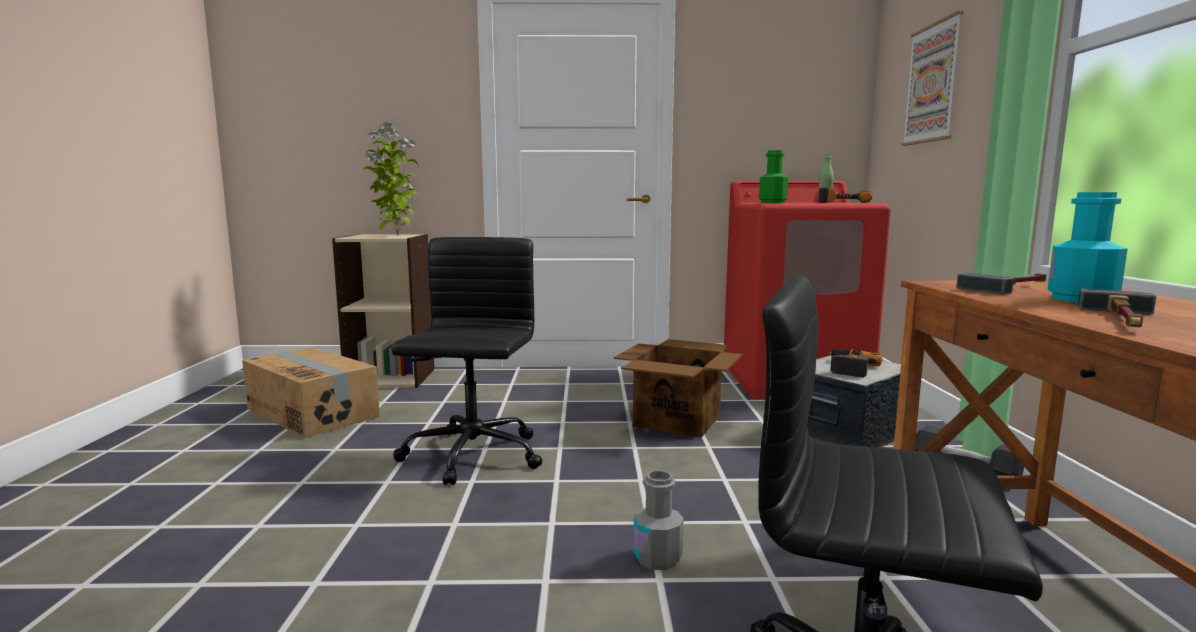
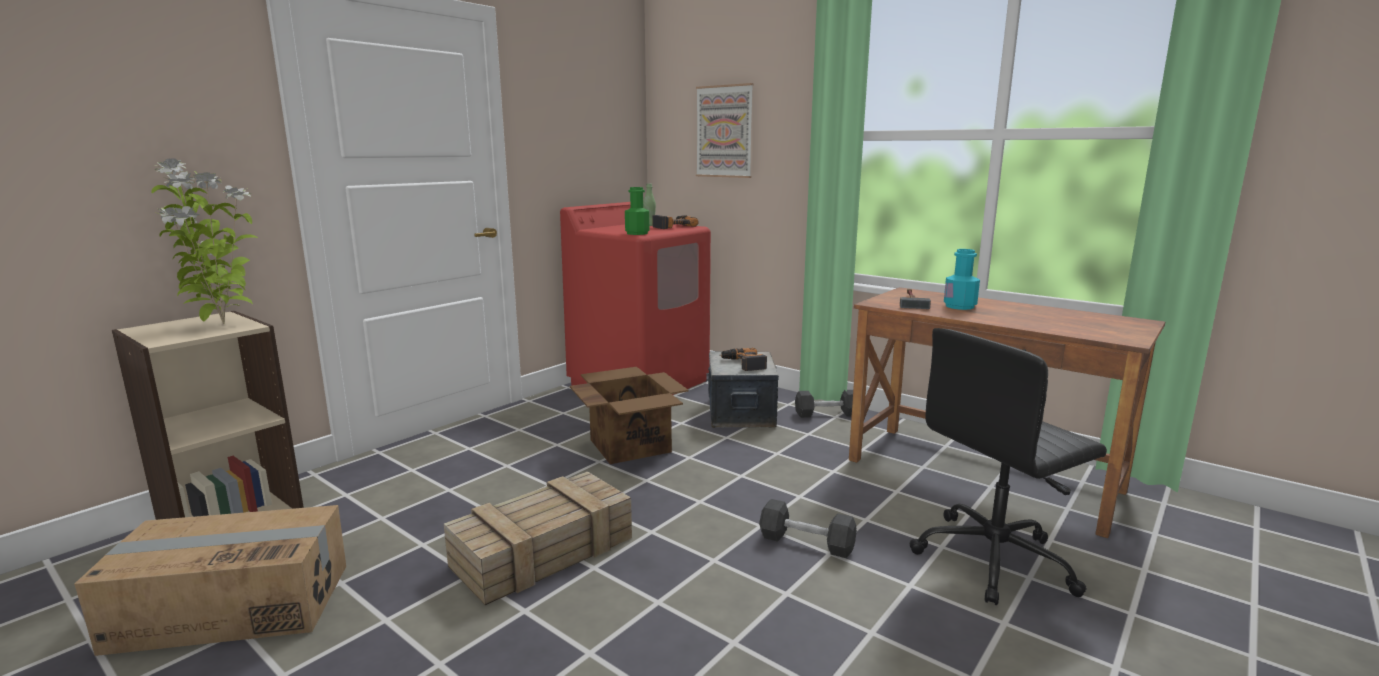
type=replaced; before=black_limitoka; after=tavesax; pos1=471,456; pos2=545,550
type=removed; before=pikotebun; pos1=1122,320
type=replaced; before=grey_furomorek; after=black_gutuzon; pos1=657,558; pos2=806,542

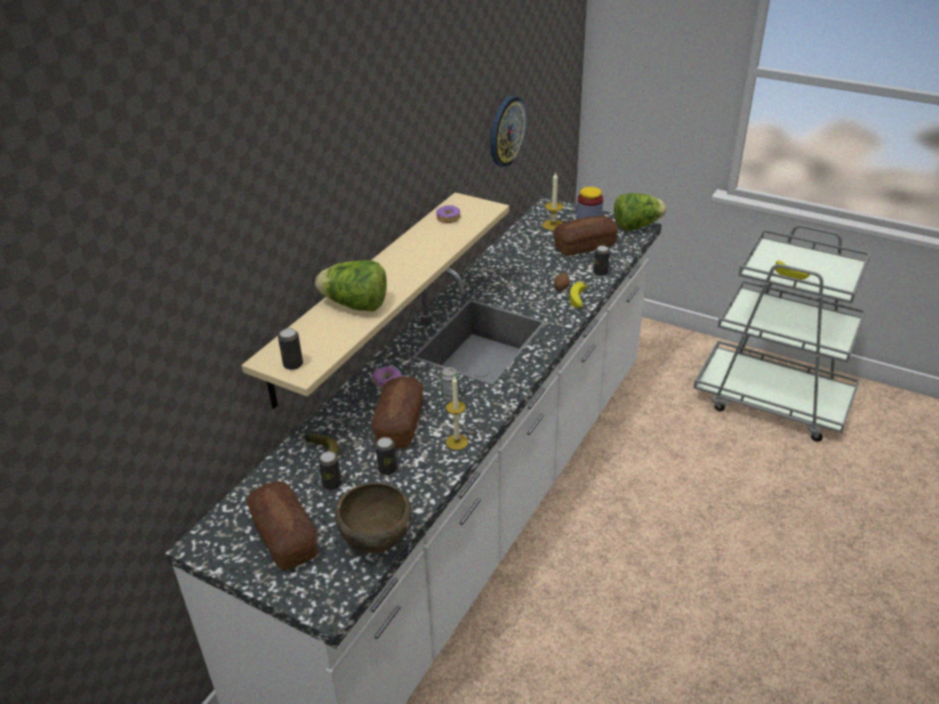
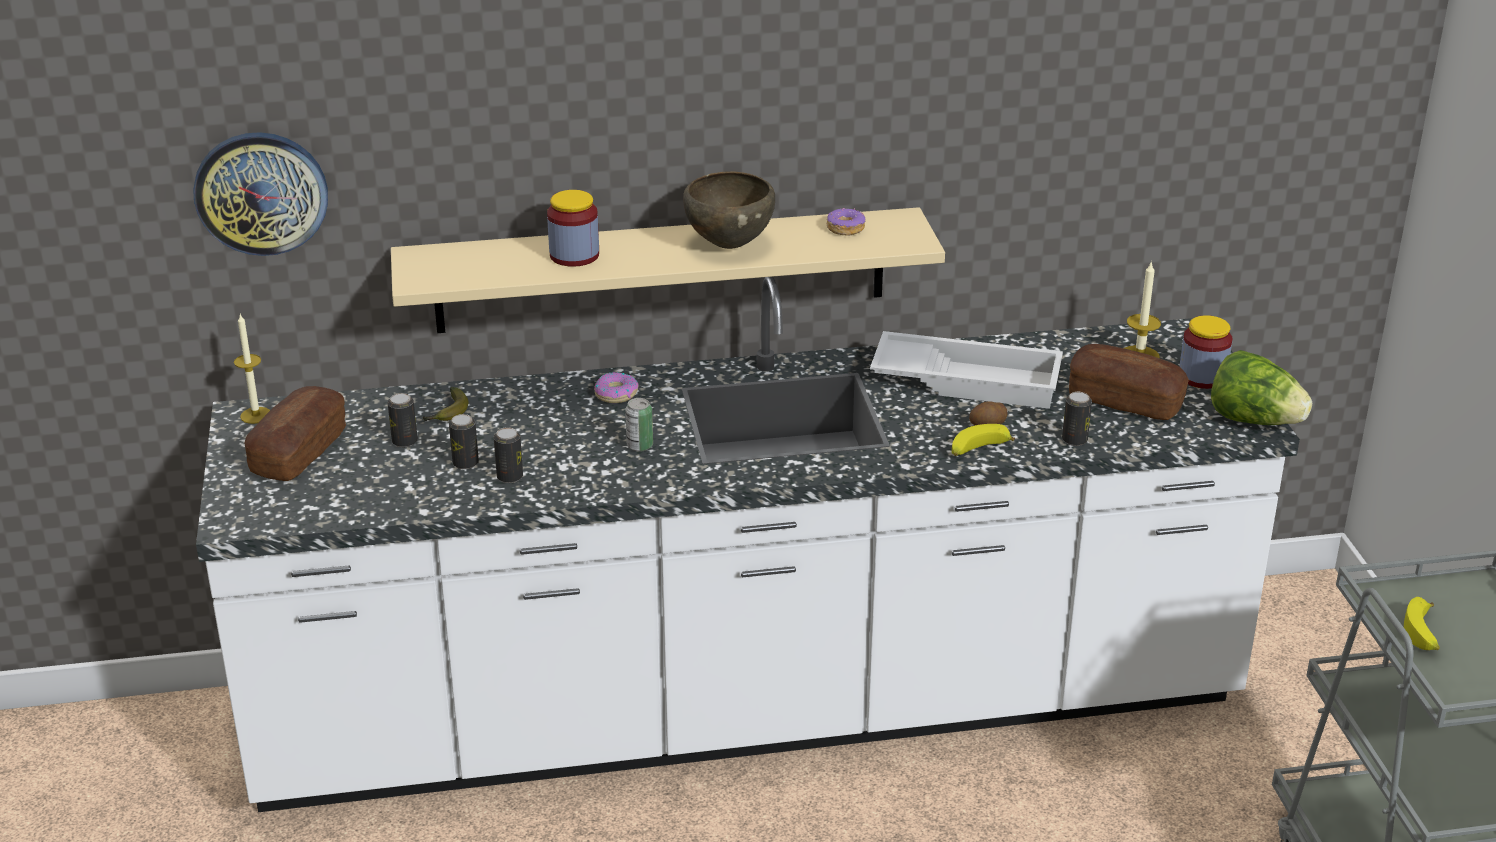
type=moved; before=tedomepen; pos1=506,131; pos2=261,192
type=replaced; before=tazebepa; after=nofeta; pos1=355,305; pos2=574,255
type=moved; before=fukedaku; pos1=293,364; pos2=510,477
type=moved; before=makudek; pos1=457,442; pos2=256,415
type=removed; before=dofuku; pos1=399,424
type=moved; before=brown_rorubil; pos1=376,542; pos2=729,245
type=added; after=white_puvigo; pos2=968,379

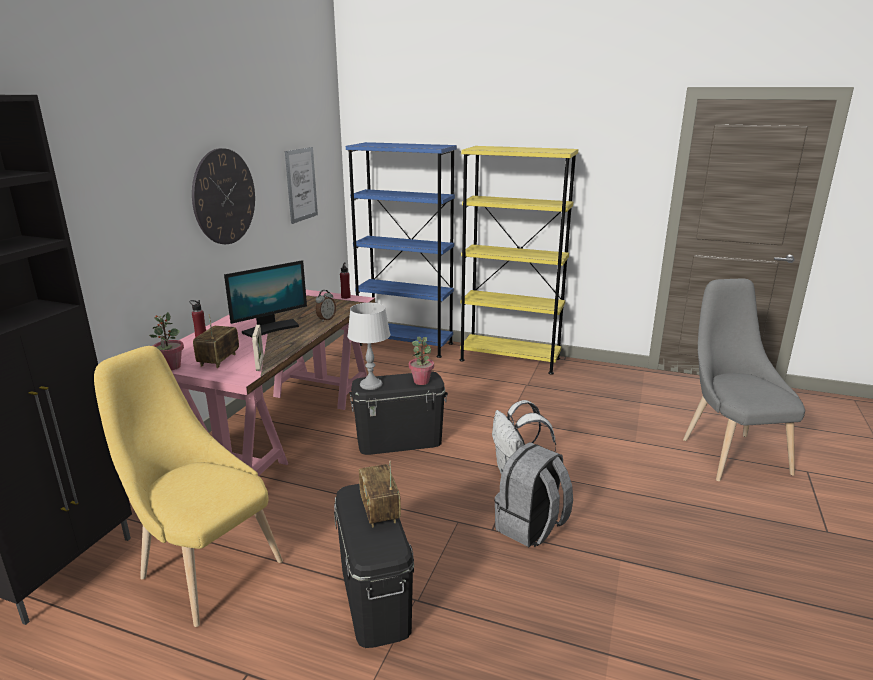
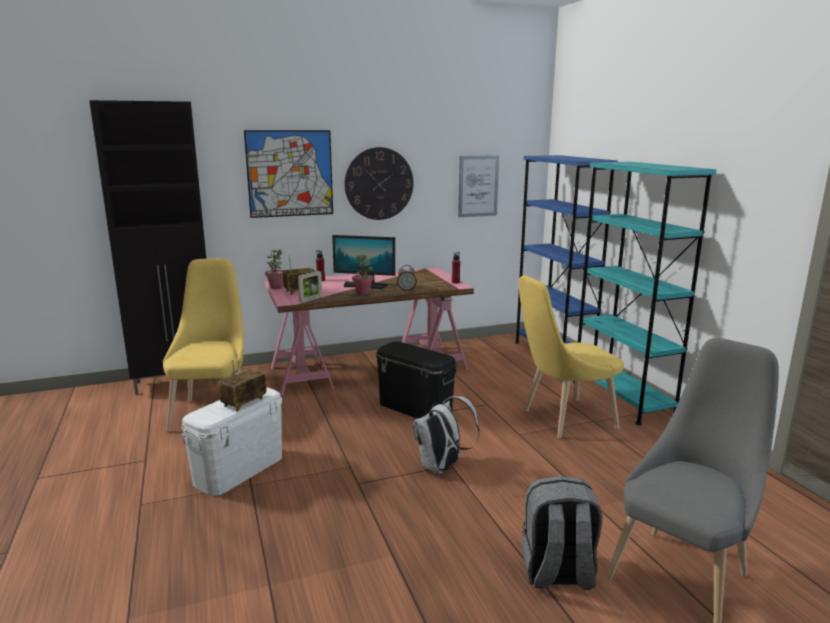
type=recoloured; before=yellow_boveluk; after=turquoise_boveluk; pos1=510,359; pos2=622,398
type=removed; before=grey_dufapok; pos1=370,385
type=moved; before=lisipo; pos1=421,381; pos2=363,292
type=moved; before=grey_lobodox; pos1=531,527; pos2=557,573
type=recoloured; before=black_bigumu; after=white_bigumu; pos1=375,597; pos2=239,470
type=added; after=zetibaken; pos2=290,173
type=added; after=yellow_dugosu; pos2=563,420

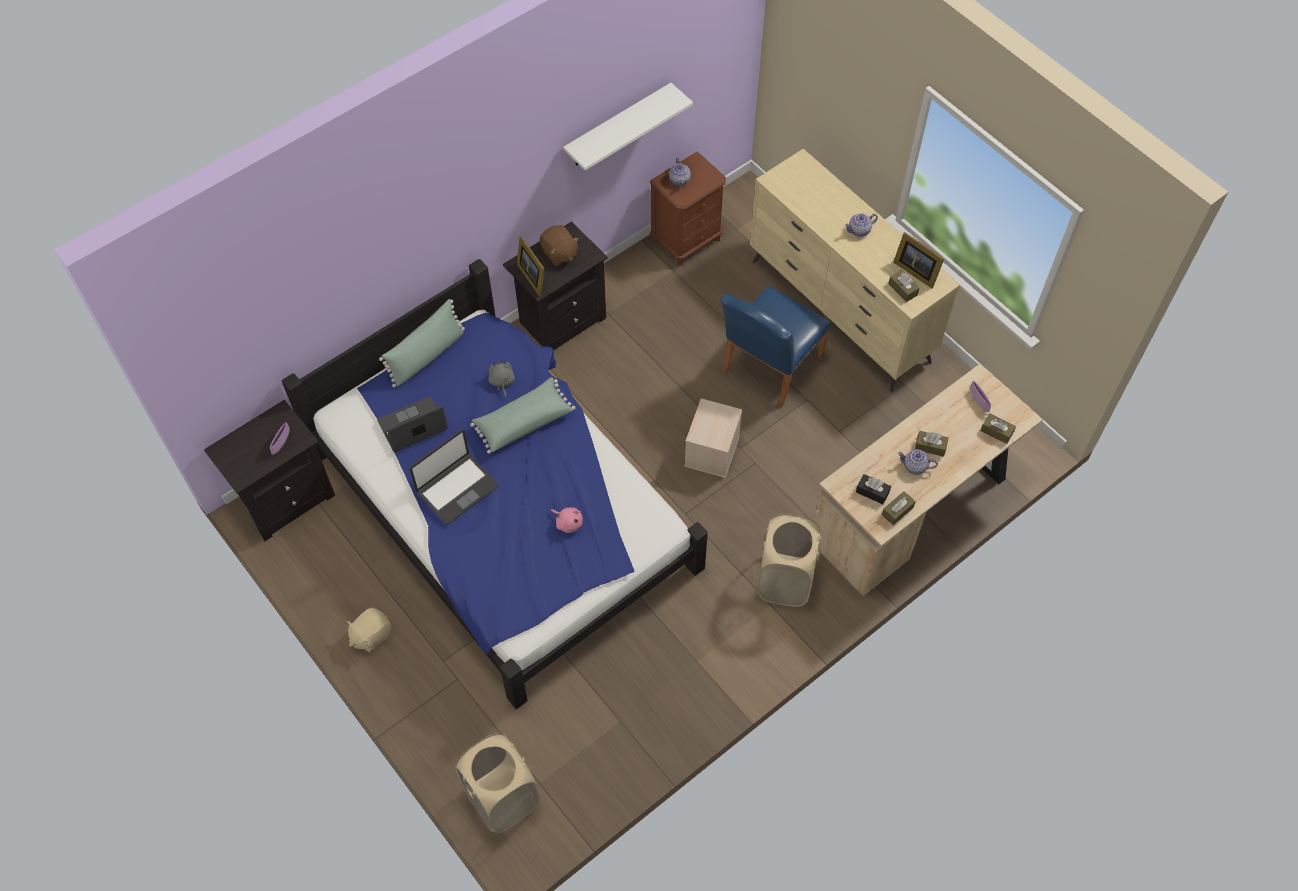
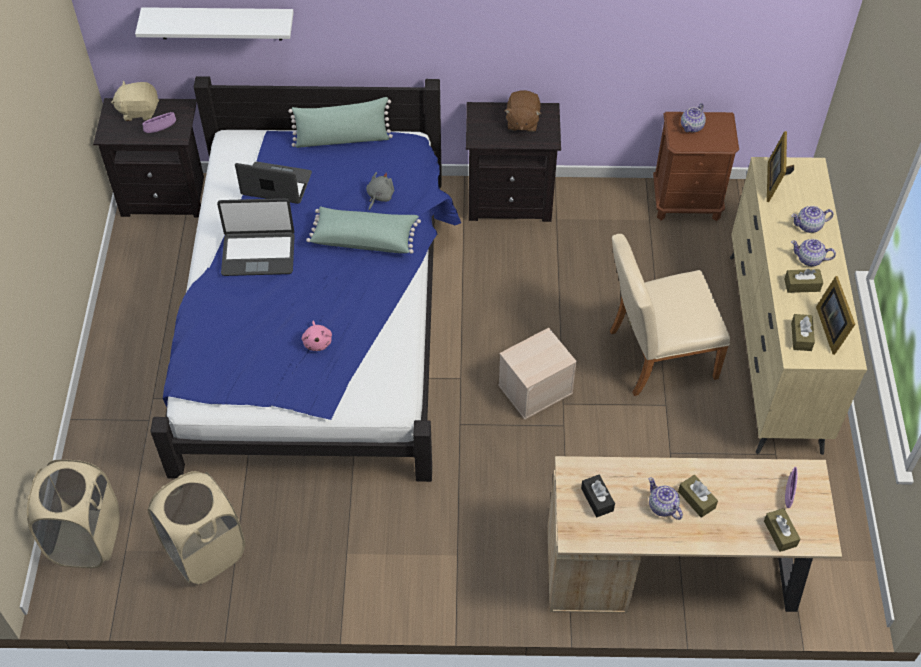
type=moved; before=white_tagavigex; pos1=618,126; pos2=220,23
type=moved; before=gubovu; pos1=533,276; pos2=775,181
type=recoloured; before=blue_dugosu; after=beige_dugosu; pos1=768,369; pos2=655,355
type=moved; before=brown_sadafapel; pos1=897,511; pos2=802,285
type=moved; before=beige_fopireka; pos1=784,580; pos2=205,551
type=moved; before=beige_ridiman; pos1=371,635; pos2=139,111
type=added; after=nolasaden; pos2=809,226

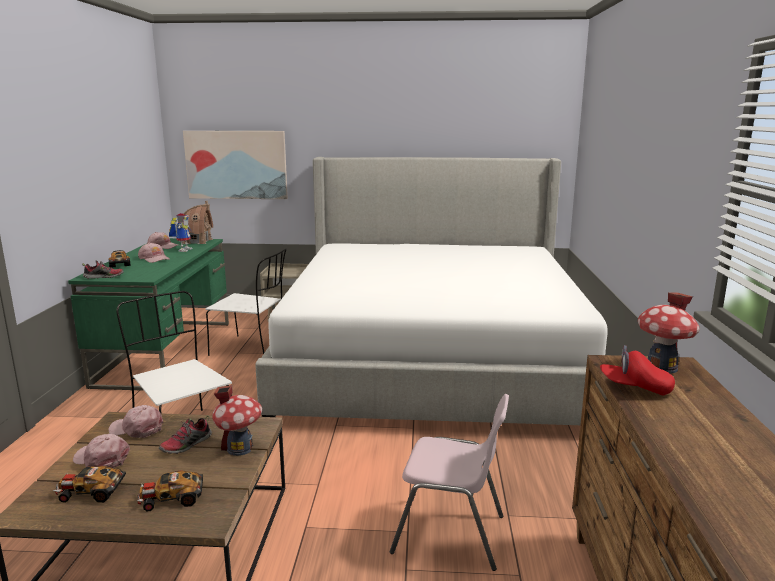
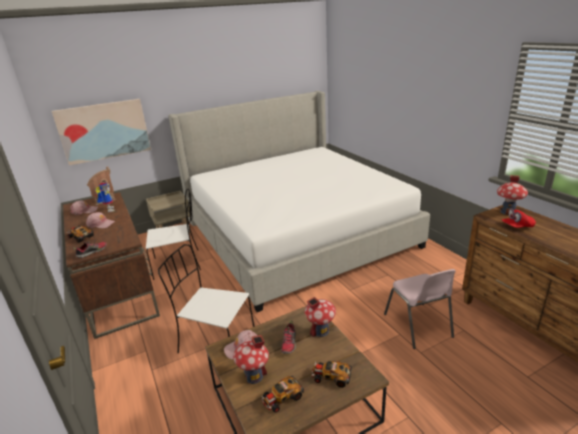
type=recoloured; before=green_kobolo; after=brown_kobolo; pos1=167,352; pos2=118,288
type=turned; before=pink_dugosu; pos1=450,534; pos2=418,326; turn=90
type=replaced; before=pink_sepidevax; after=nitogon; pos1=101,459; pos2=254,376
type=turned; before=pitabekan; pos1=171,498; pos2=331,376; turn=60

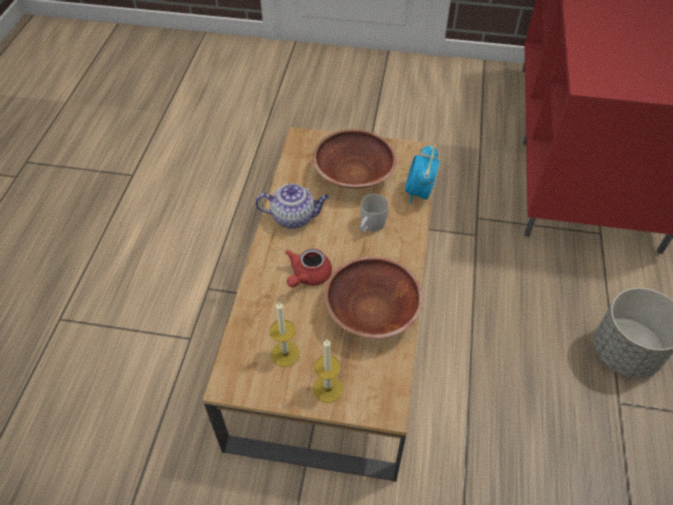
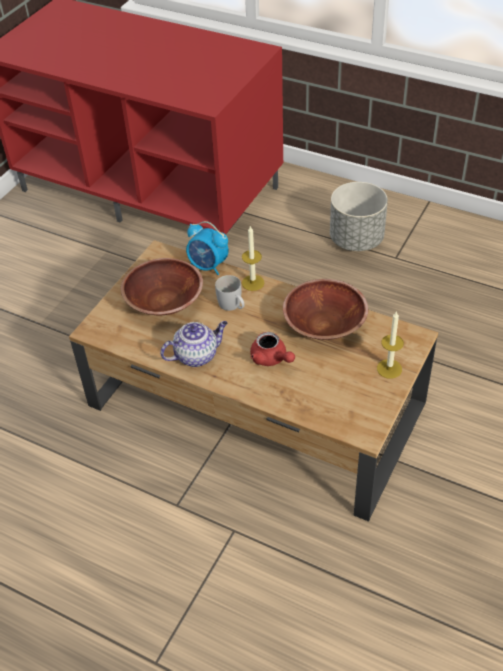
type=turned; before=nolasaden; pos1=294,217; pos2=197,355; turn=45
type=moved; before=makudek; pos1=285,354; pos2=253,283

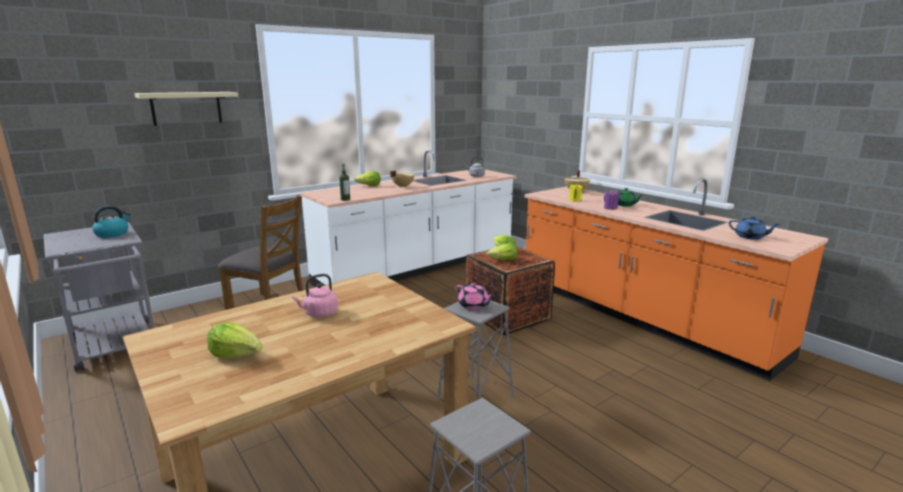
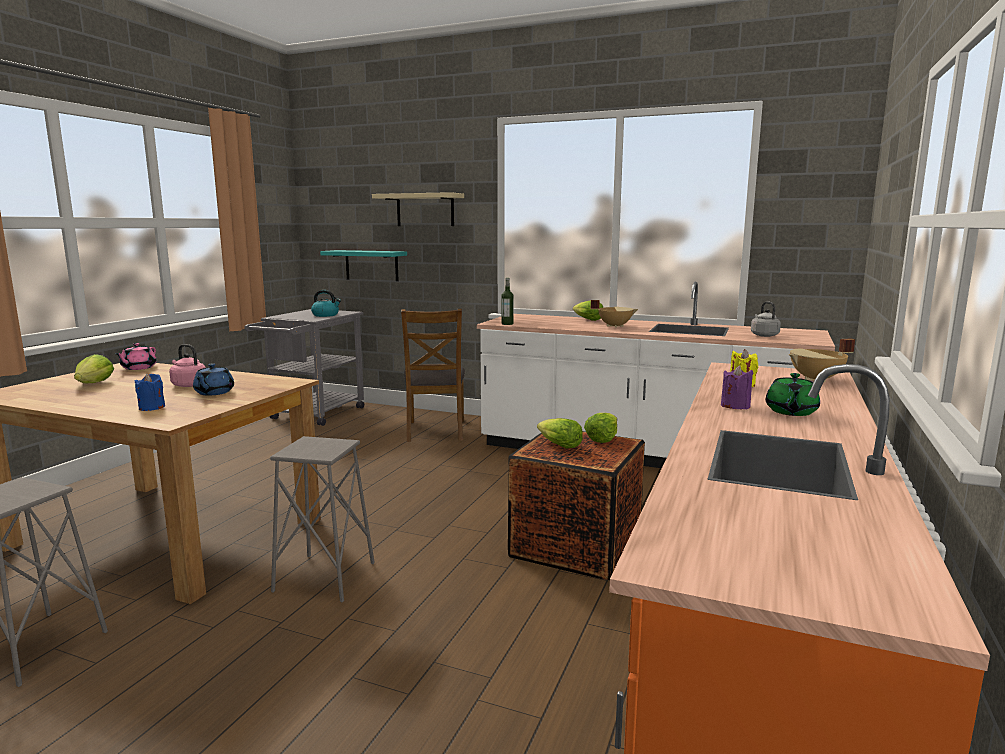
type=moved; before=blue_nolasaden; pos1=750,237; pos2=213,393
type=moved; before=pink_nolasaden; pos1=473,306; pos2=138,368
type=added; after=turquoise_tagavigex; pos2=371,265
type=added; after=blue_makudek; pos2=152,408

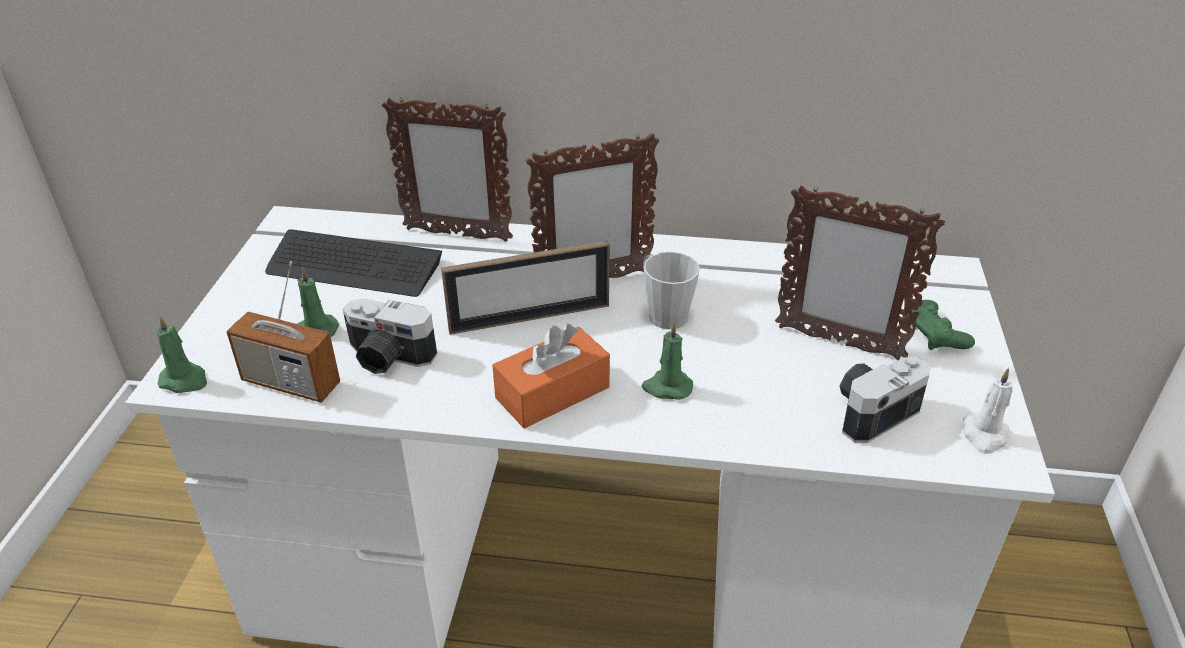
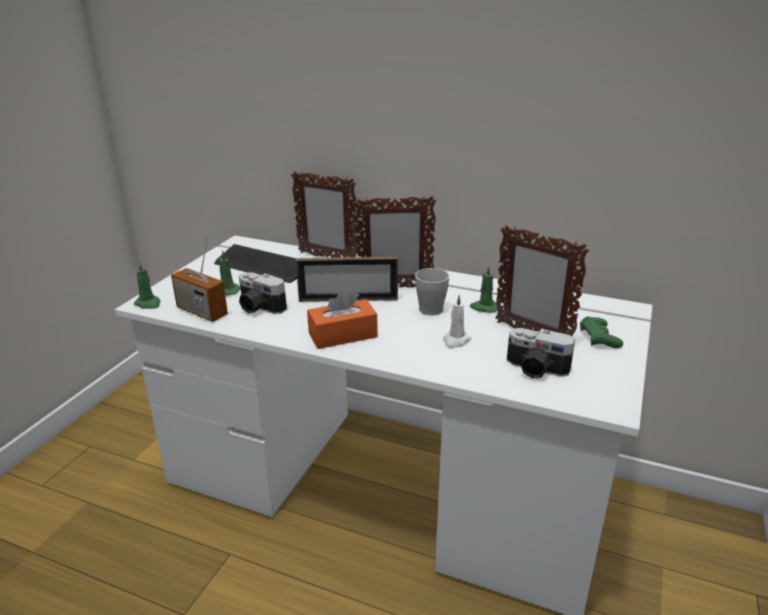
type=moved; before=green_makudek; pos1=667,387; pos2=484,308
type=turned; before=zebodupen; pos1=871,410; pos2=535,370; turn=-135
type=moved; before=white_makudek; pos1=984,435; pos2=455,341

